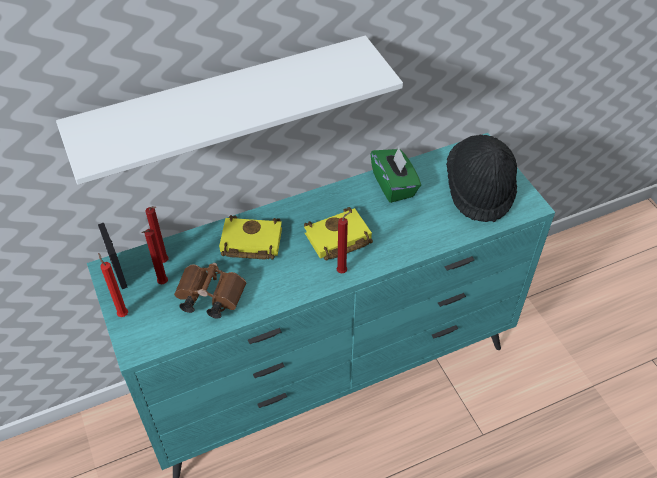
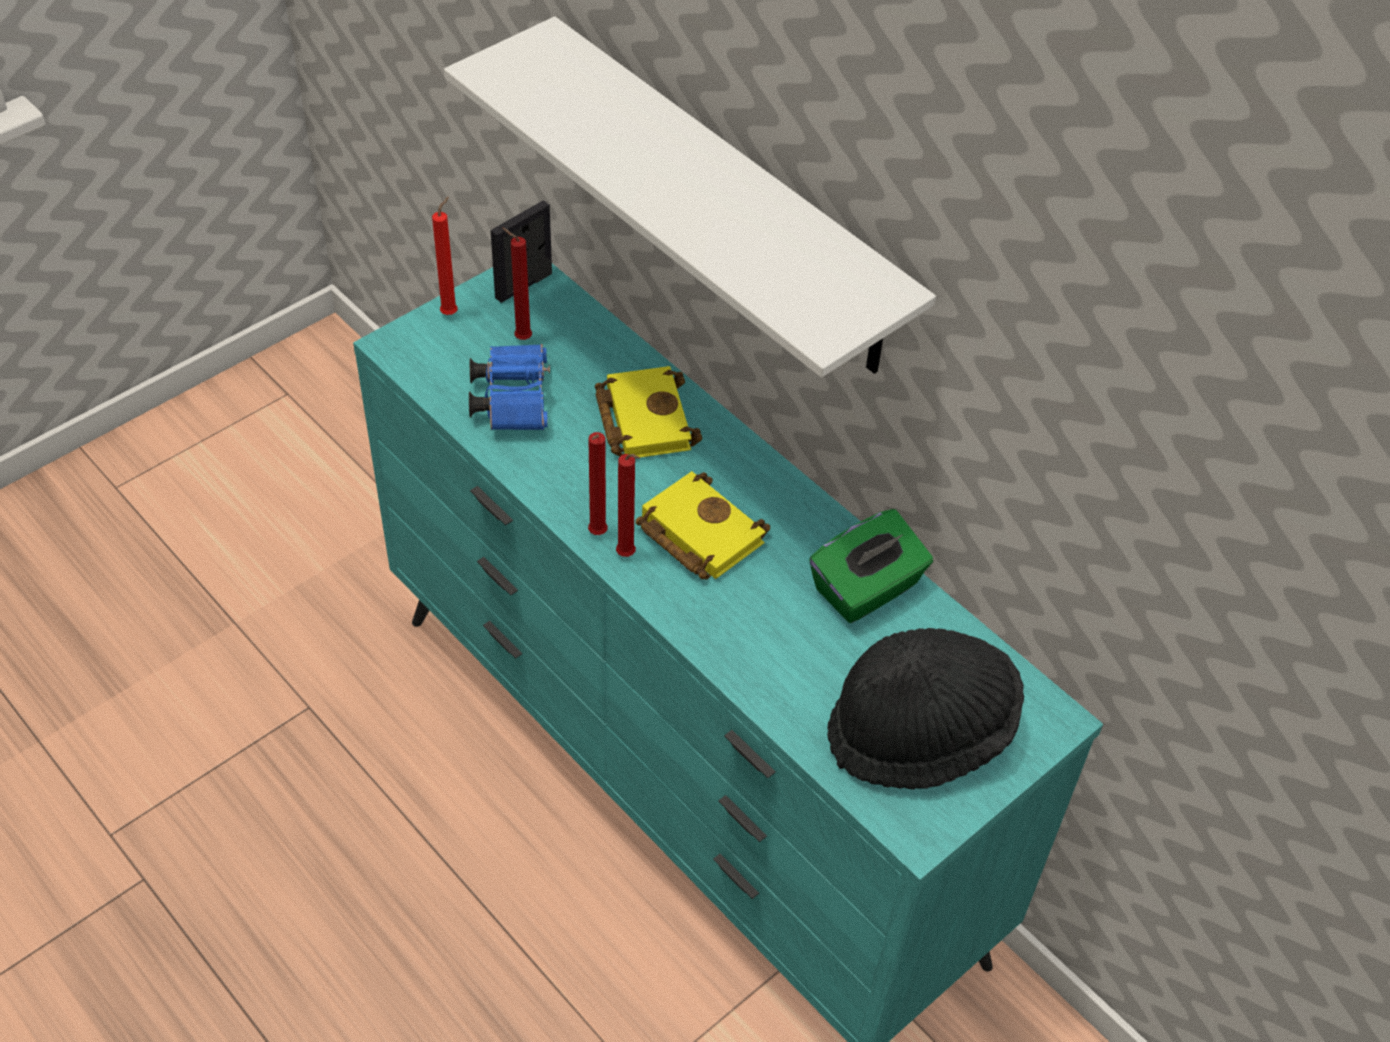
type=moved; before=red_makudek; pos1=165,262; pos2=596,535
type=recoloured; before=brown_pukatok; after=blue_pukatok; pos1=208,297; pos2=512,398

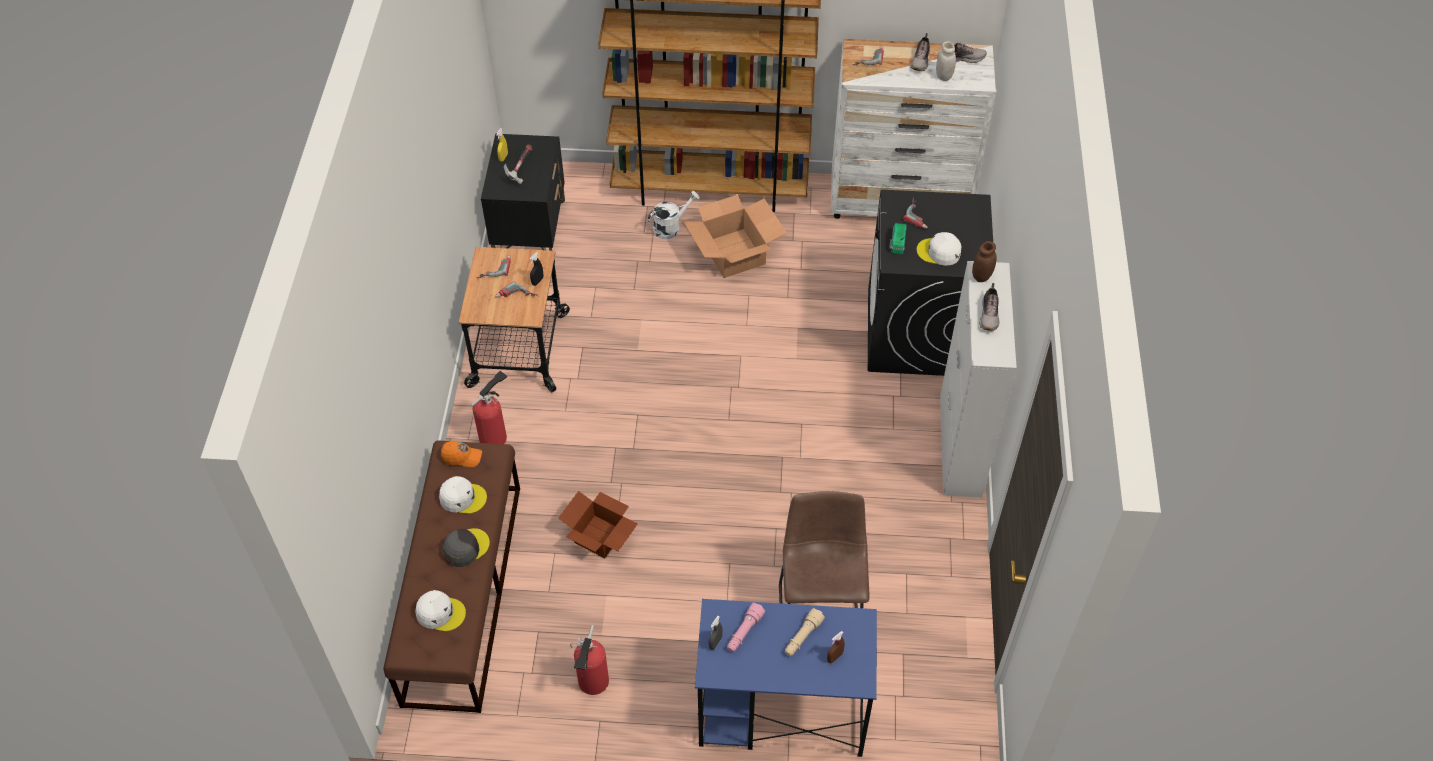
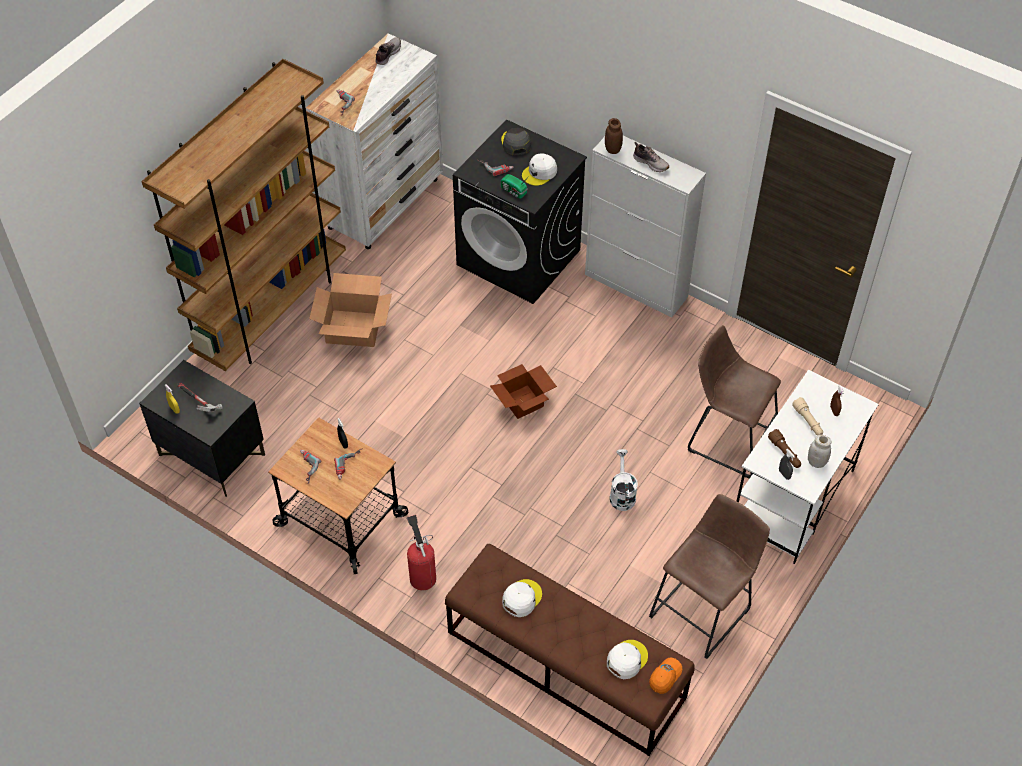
type=removed; before=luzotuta; pos1=921,60
type=moved; before=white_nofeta; pos1=944,76; pos2=816,462
type=moved; before=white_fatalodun; pos1=671,227; pos2=622,494
type=moved; before=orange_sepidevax; pos1=462,457; pos2=665,677
type=moved; before=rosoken; pos1=600,538; pos2=524,402
type=moved; before=grey_sepidevax; pos1=465,548; pos2=515,143
type=recoloured; before=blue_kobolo; after=white_kobolo; pos1=780,710; pos2=792,500
type=recoloured; before=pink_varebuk; after=brown_varebuk; pos1=744,632; pos2=784,453
type=replaced; before=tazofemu; after=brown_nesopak; pos1=592,684; pos2=704,609

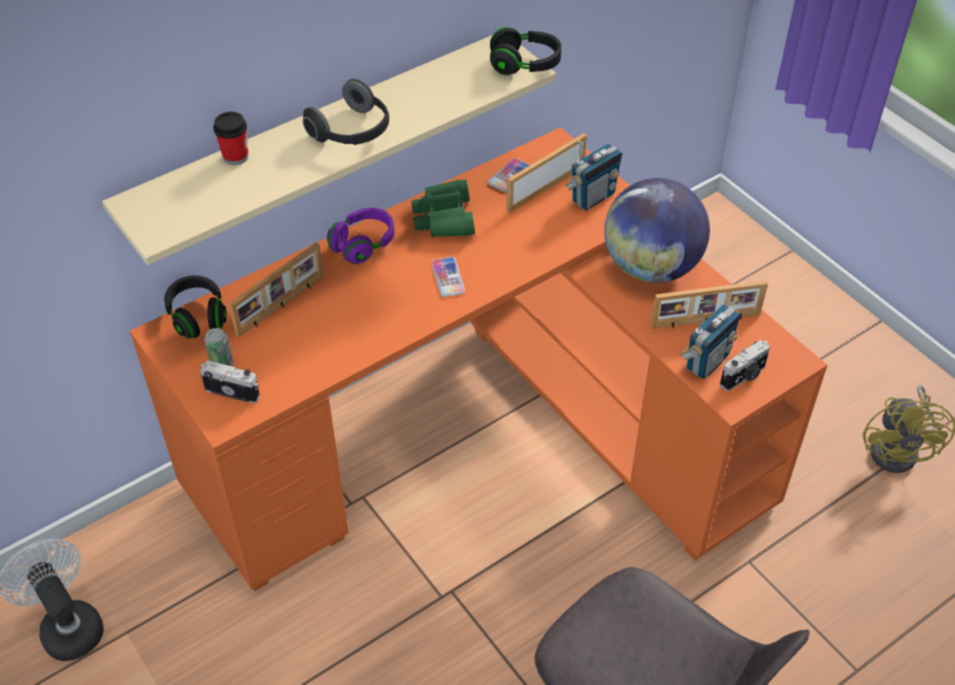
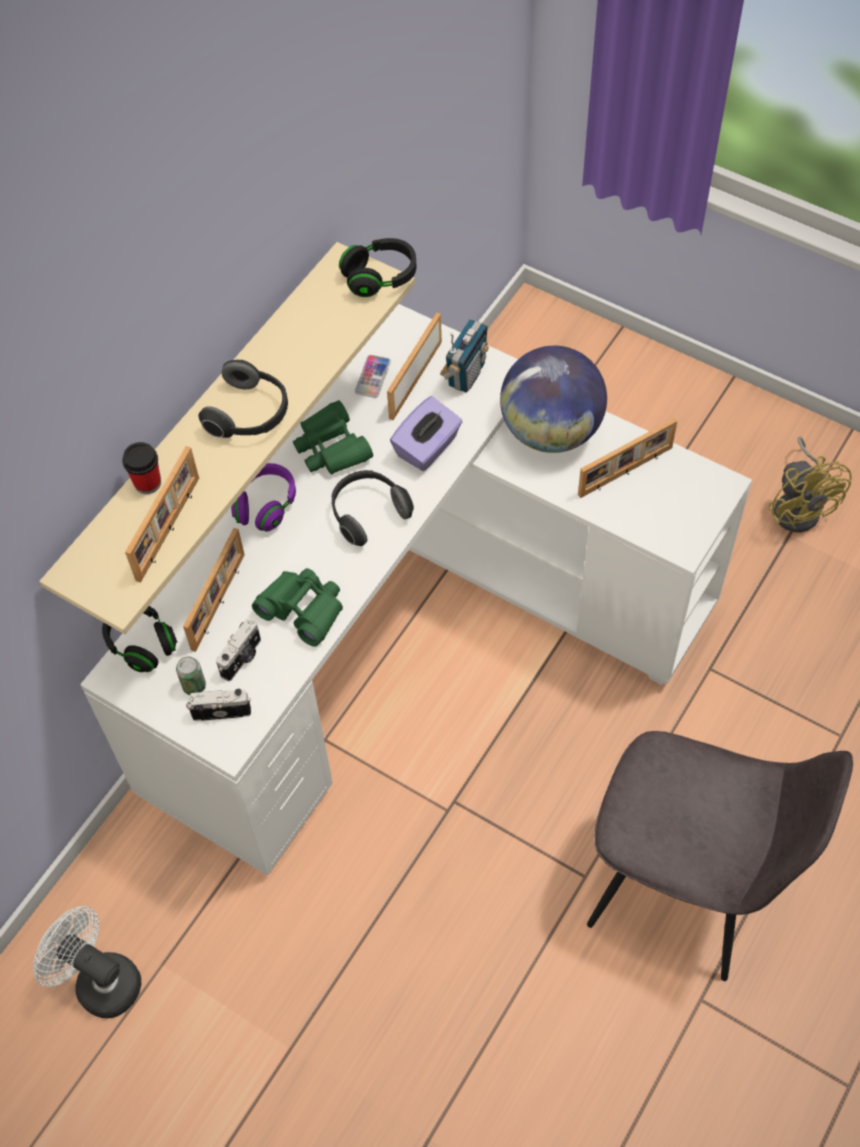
type=recoloured; before=orange_kobolo; after=white_kobolo; pos1=483,436; pos2=411,633
type=replaced; before=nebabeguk; after=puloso; pos1=447,277; pos2=368,513
type=removed; before=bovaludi; pos1=706,361
type=moved; before=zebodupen; pos1=744,377; pos2=242,658
type=added; after=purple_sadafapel; pos2=427,448
type=added; after=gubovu; pos2=170,529
type=added; after=green_pukatok; pos2=303,610

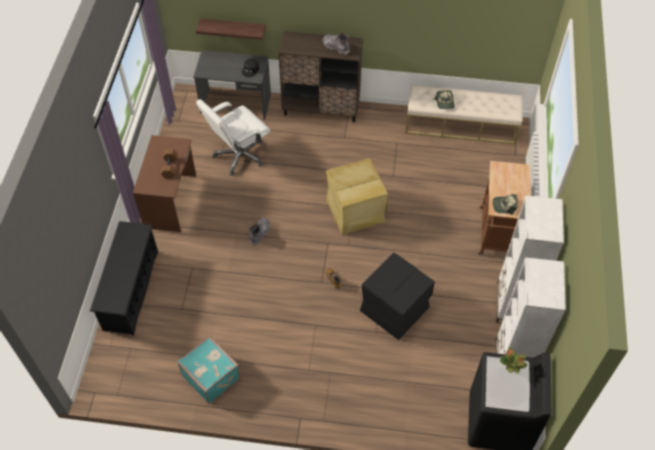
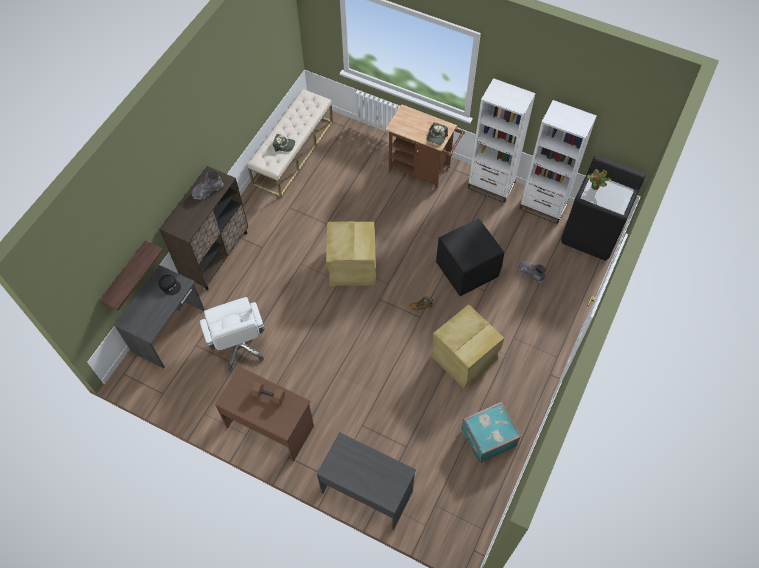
type=moved; before=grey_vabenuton; pos1=259,233; pos2=530,273
type=replaced; before=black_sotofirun; after=grey_kobolo; pos1=131,290; pos2=367,491
type=added; after=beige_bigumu; pos2=465,357

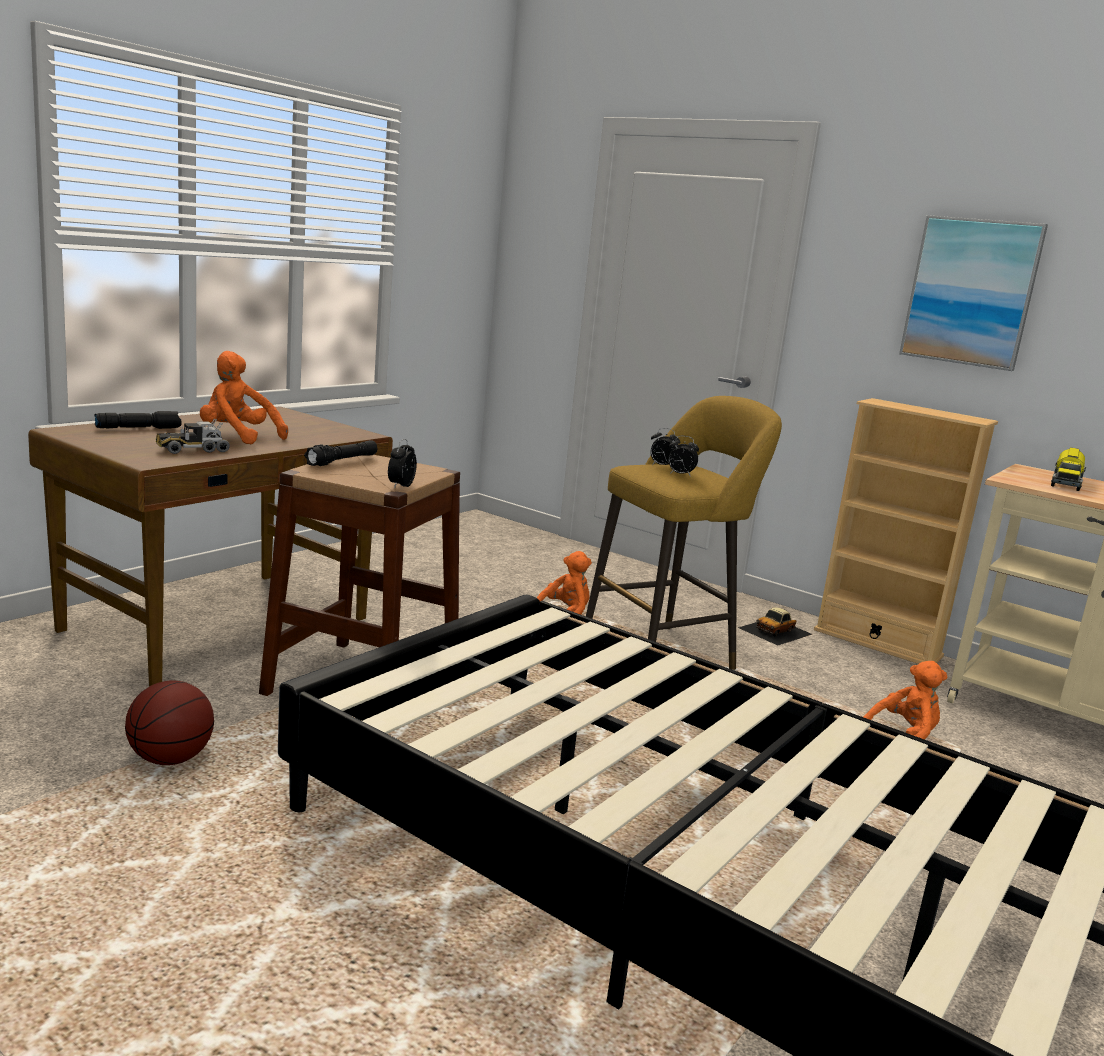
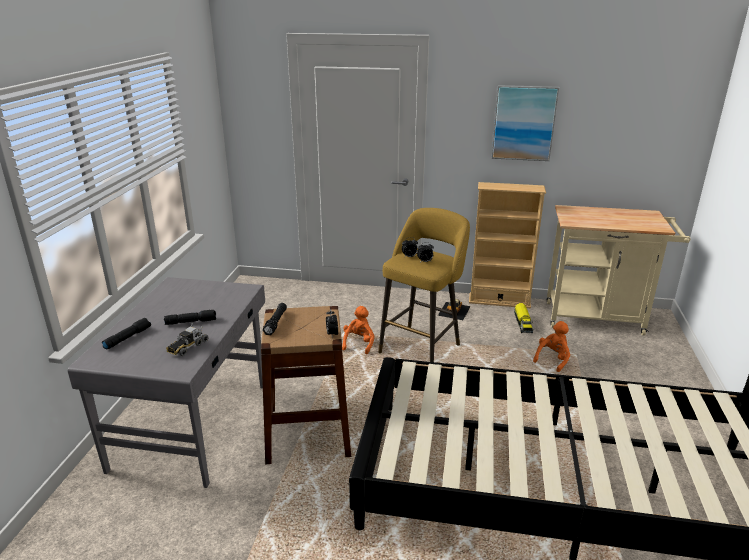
type=replaced; before=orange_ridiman; after=black_varebuk; pos1=238,437; pos2=191,321
type=recoloured; before=brown_kobolo; after=grey_kobolo; pos1=222,625; pos2=194,424
type=moved; before=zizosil; pos1=1066,481; pos2=523,323
type=removed; before=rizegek; pos1=170,759

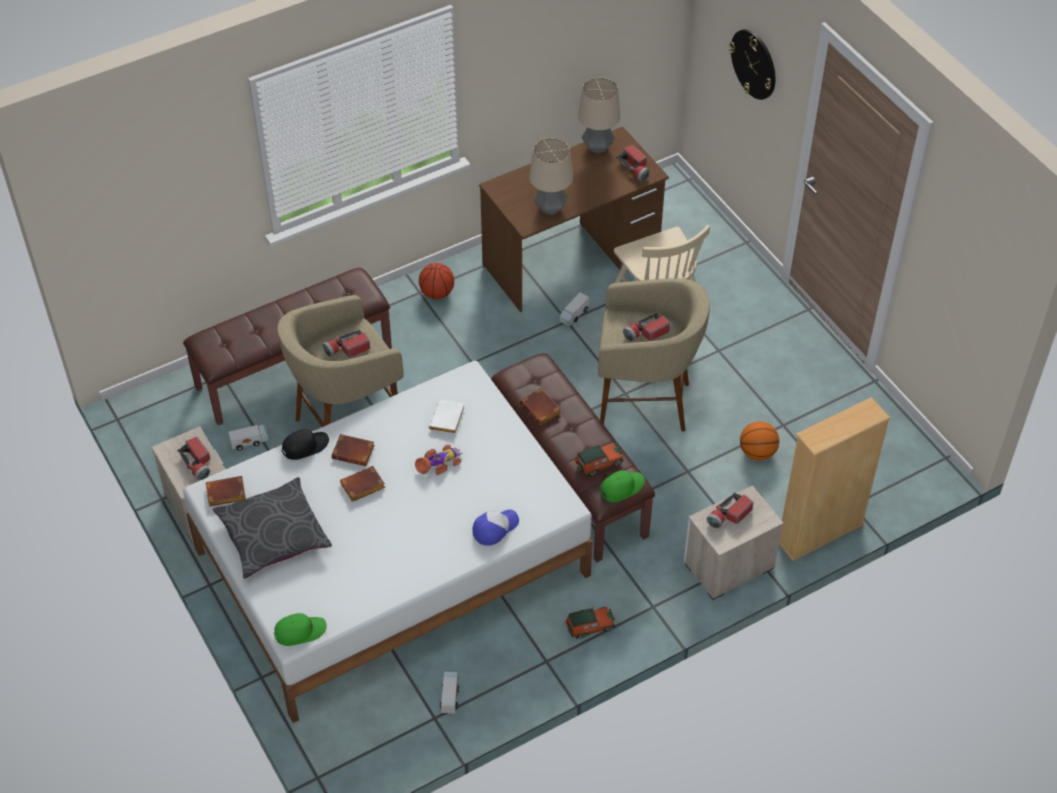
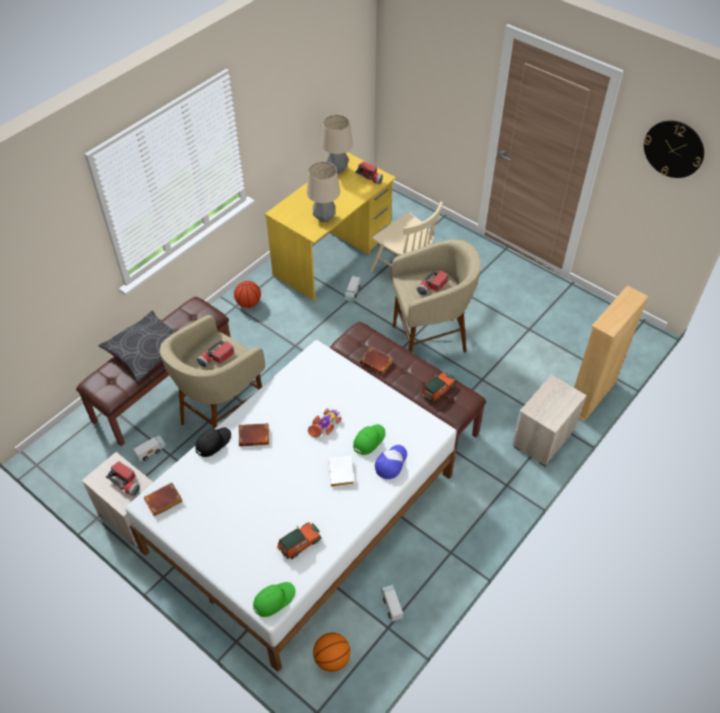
type=moved; before=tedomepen; pos1=754,64; pos2=674,149
type=recoloured; before=brown_kobolo; after=yellow_kobolo; pos1=571,258; pos2=333,255
type=moved; before=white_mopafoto; pos1=448,420; pos2=342,473
type=moved; before=rizegek; pos1=757,453; pos2=332,658
type=removed; before=brown_mopafoto; pos1=362,487
type=moved; before=green_sepidevax; pos1=622,487; pos2=369,440
type=moved; before=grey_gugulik; pos1=273,535; pos2=147,352
type=removed; before=varebuk; pos1=729,516
type=moved; before=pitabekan; pos1=589,626; pos2=299,544

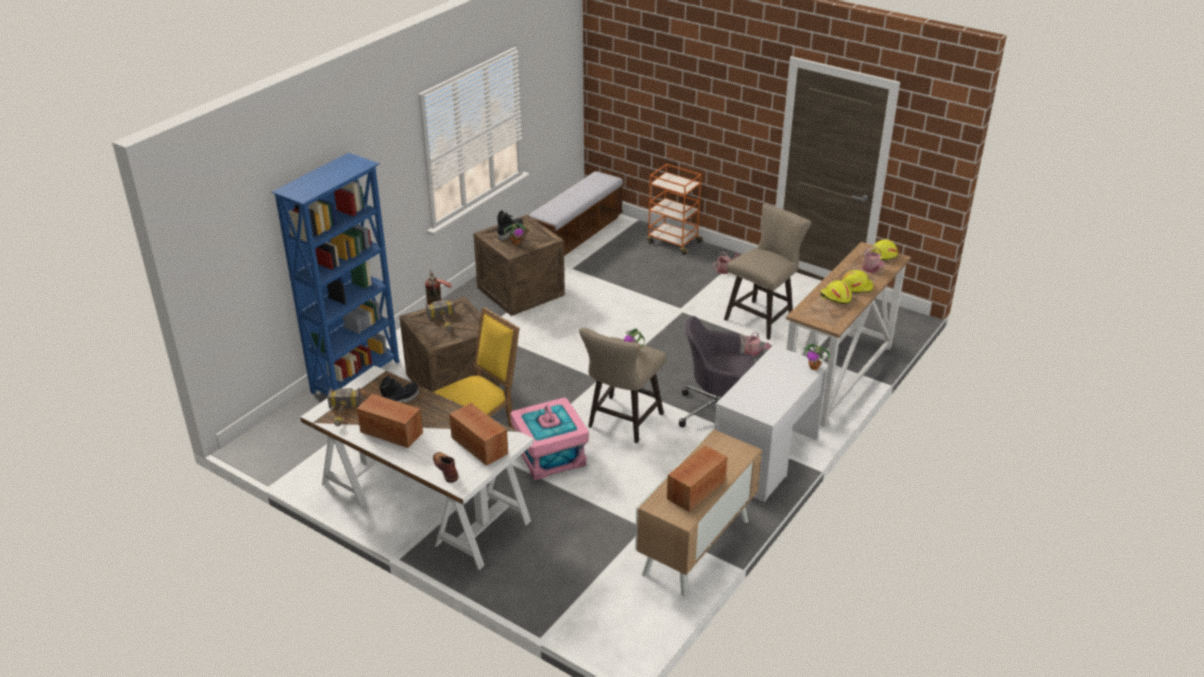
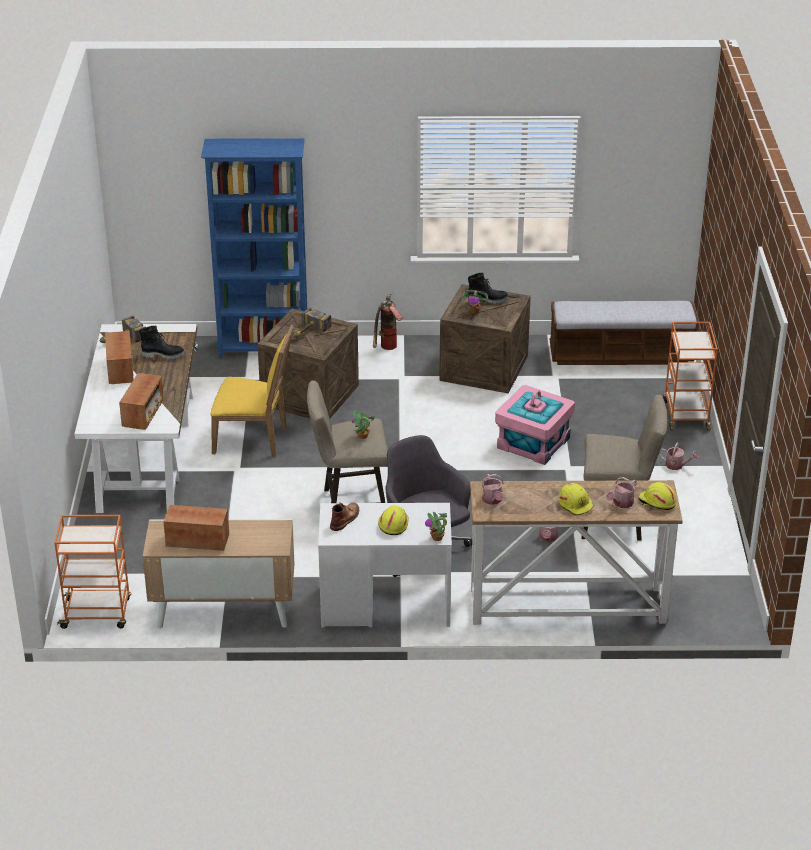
type=moved; before=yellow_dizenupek; pos1=835,297; pos2=393,524
type=moved; before=pink_bigumu; pos1=549,456; pos2=533,443
type=moved; before=brown_vabenuton; pos1=446,468; pos2=345,518
type=added; after=fatalodun; pos2=492,500
type=added; after=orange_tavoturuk; pos2=97,613

